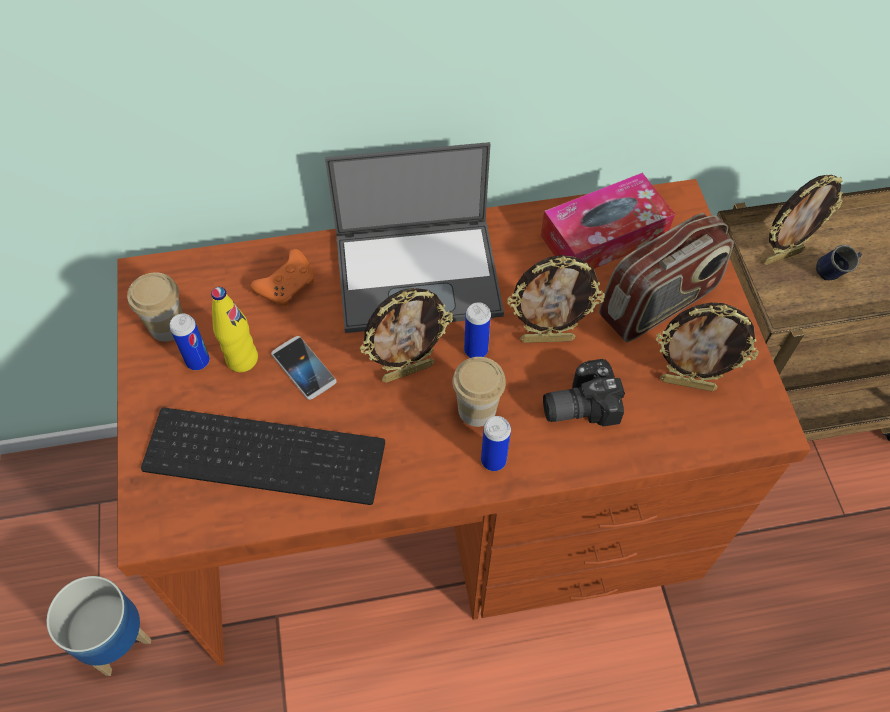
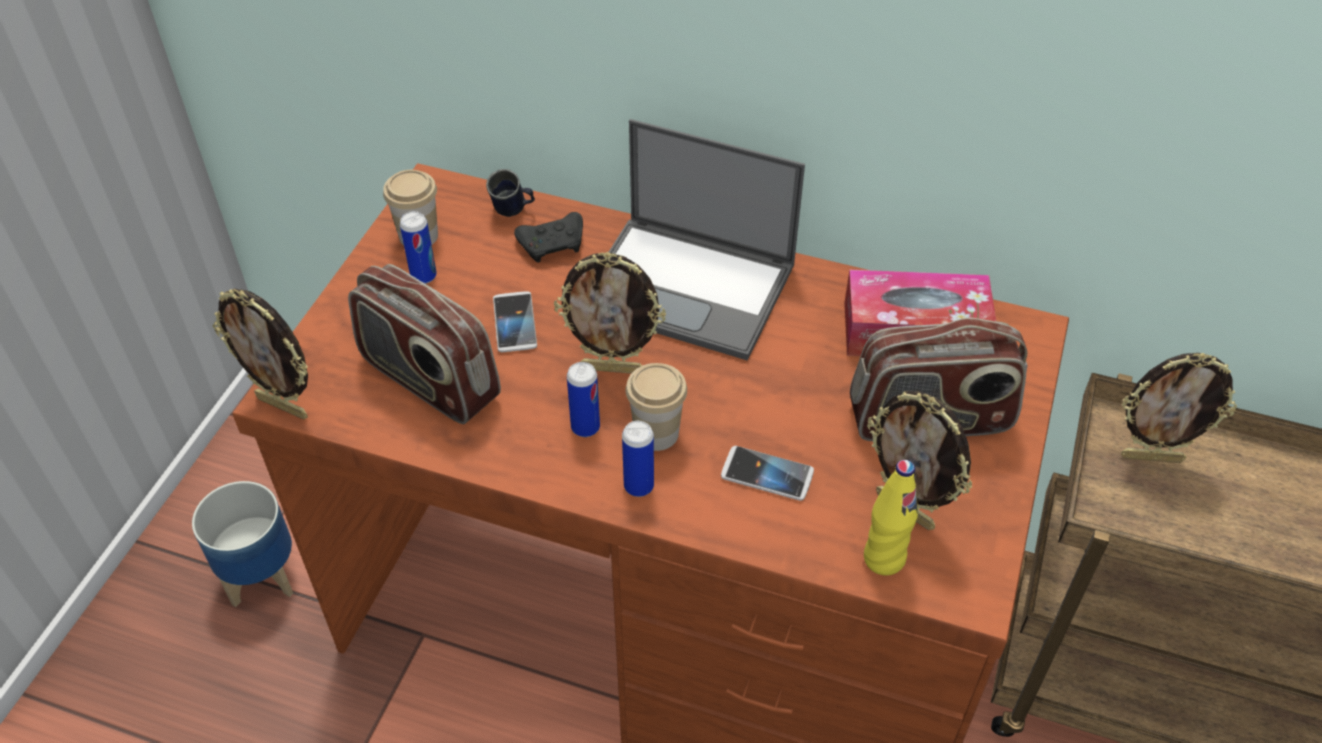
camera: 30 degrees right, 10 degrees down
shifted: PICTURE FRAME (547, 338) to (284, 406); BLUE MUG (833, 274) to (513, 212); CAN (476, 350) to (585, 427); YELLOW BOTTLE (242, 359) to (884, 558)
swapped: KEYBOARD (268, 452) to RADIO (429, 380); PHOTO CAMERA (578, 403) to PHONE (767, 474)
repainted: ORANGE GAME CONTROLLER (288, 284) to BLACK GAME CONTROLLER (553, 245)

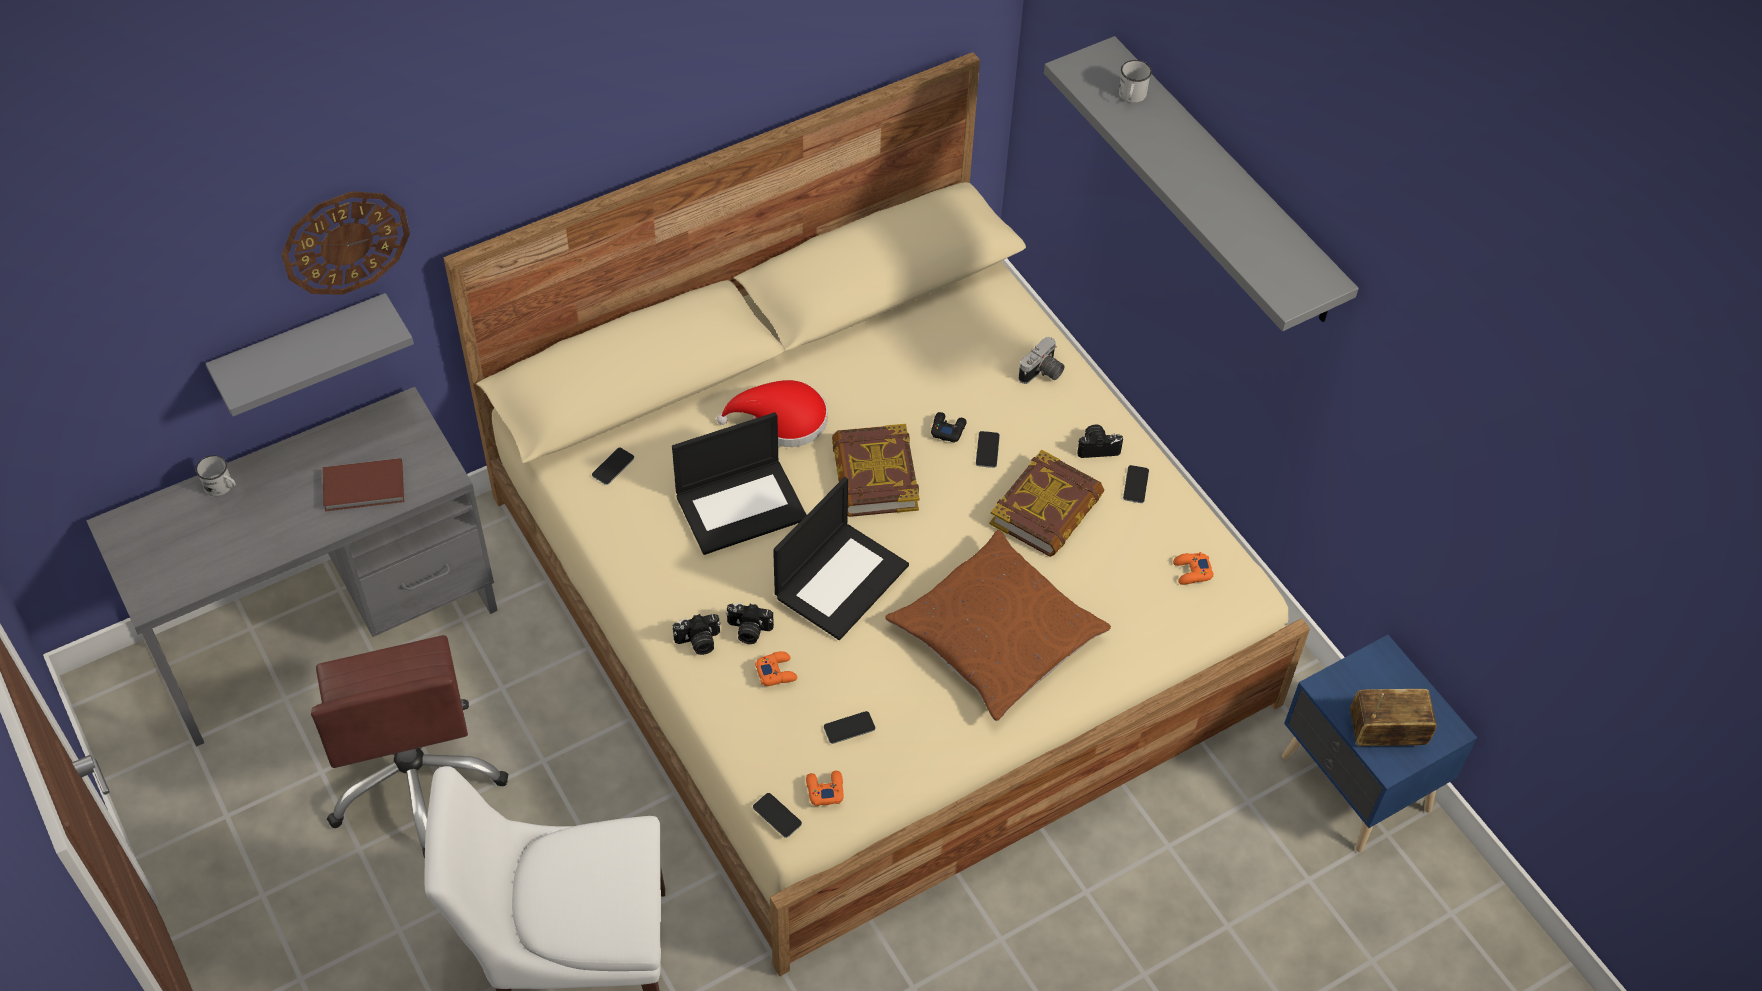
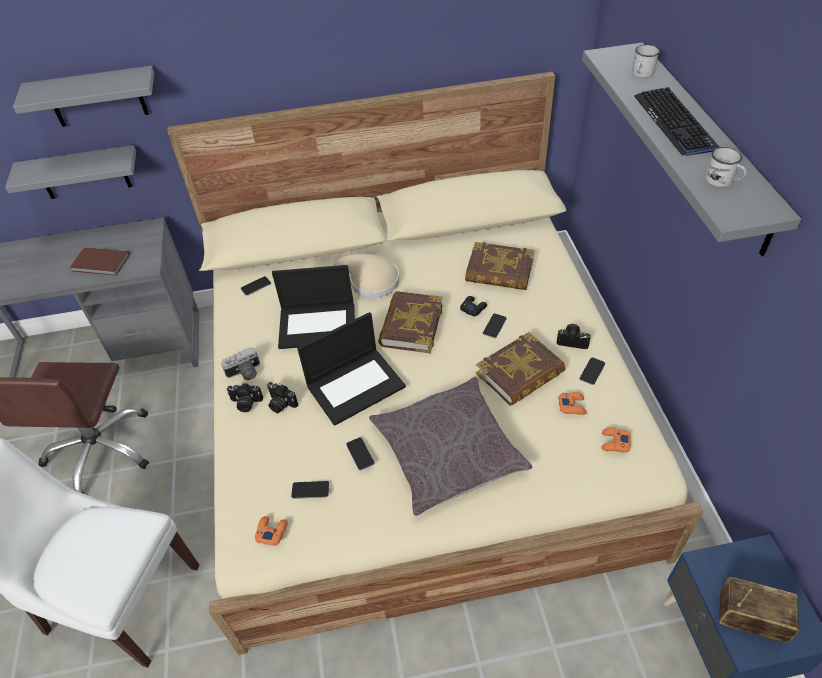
camera: 25 degrees right, 5 degrees down
new: BOOK (499, 271); KEYBOARD (674, 123)
shifted: PHOTO CAMERA (1042, 373) to (245, 373); PHONE (777, 815) to (360, 454); ORANGE GAME CONTROLLER (776, 672) to (572, 405); WHITE MUG (222, 487) to (723, 181)
swapped: WALL CLOCK (345, 242) to GREY SHELF (96, 97)
repainted: RED HAT (782, 420) to BEIGE HAT (370, 281); BROWN PILLOW (995, 636) to GREY PILLOW (447, 452)

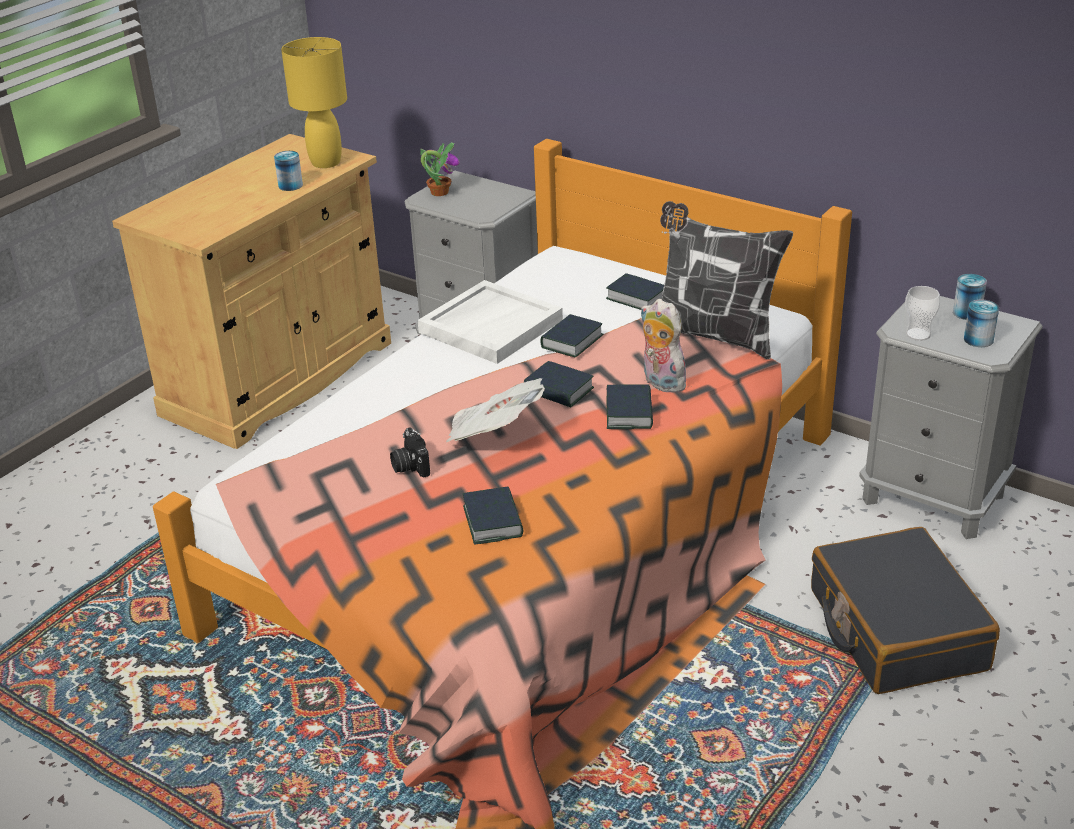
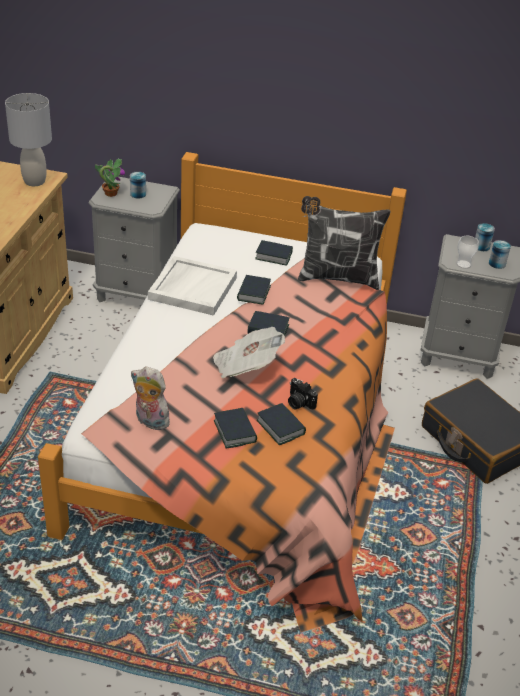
camera: 25 degrees left, 5 degrees up
shifted: CAN (290, 185) to (138, 194); PLUSH TOY (660, 383) to (150, 421); BOOK (629, 413) to (235, 431); PHOTO CAMERA (409, 466) to (298, 403)
repainted: YELLOW TABLE LAMP (325, 163) to GREY TABLE LAMP (34, 181)

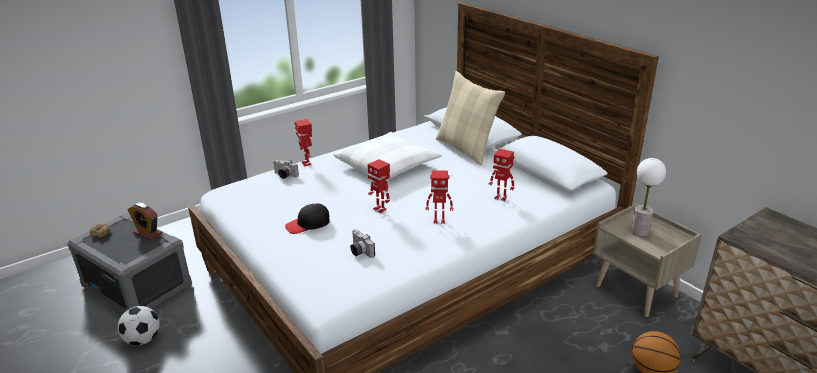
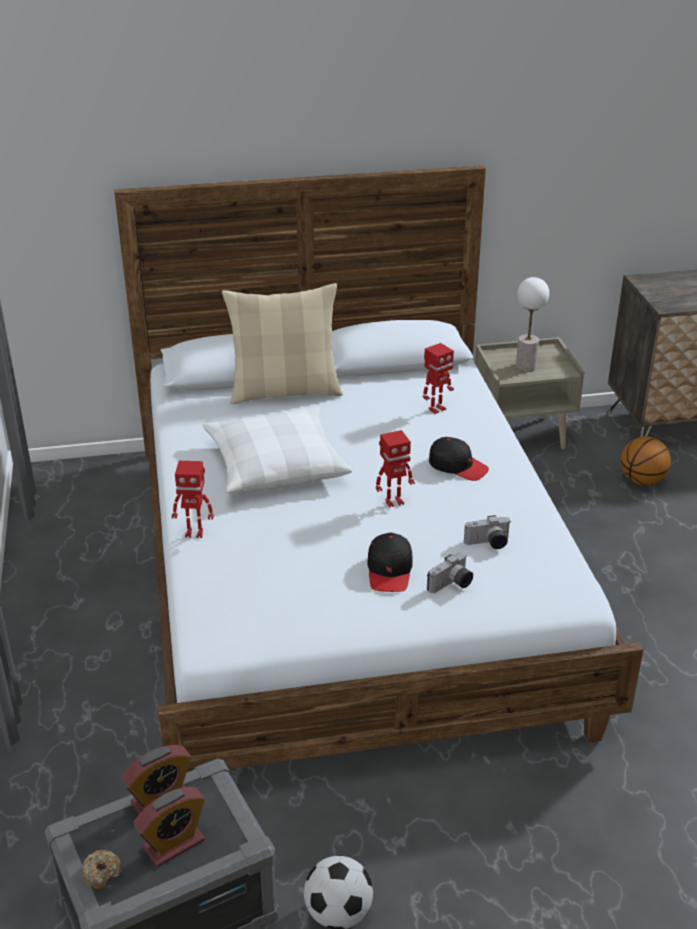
camera: 65 degrees left, 5 degrees up
new: ALARM CLOCK (174, 844)
shifted: PHOTO CAMERA (284, 176) to (452, 585)
swapped: TOY ROBOT (439, 220) to BLACK CAP (457, 466)

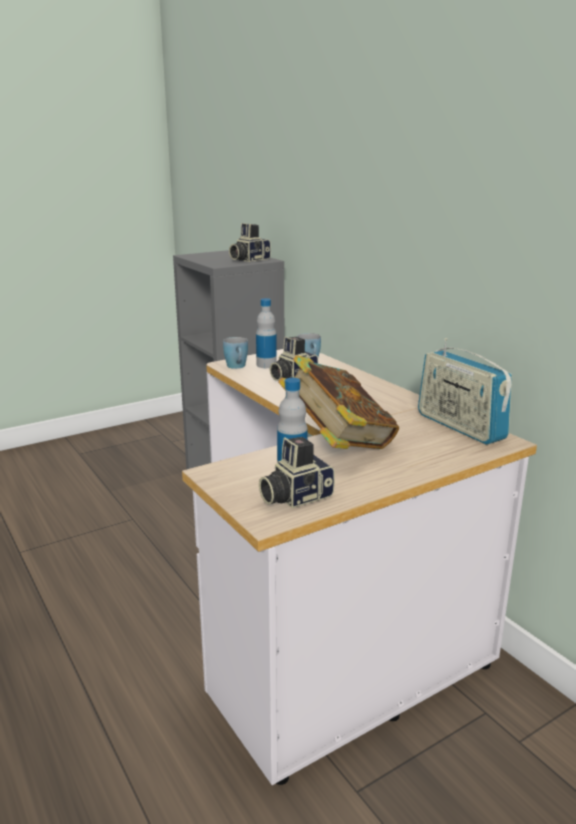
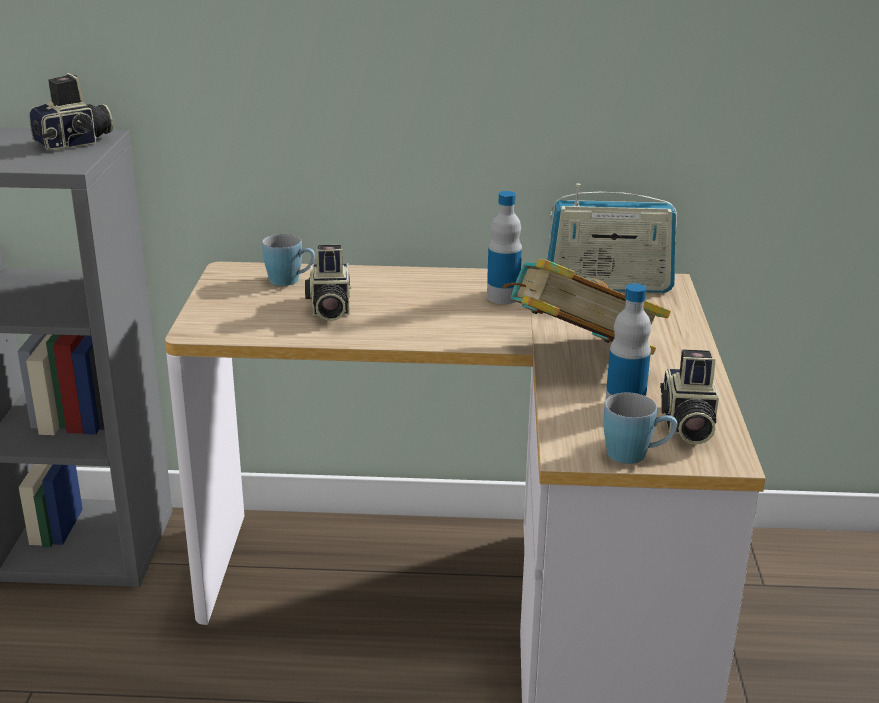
camera: 55 degrees left, 5 degrees up
shifted: BOTTLE (266, 365) to (503, 297); BLUE MUG (237, 367) to (636, 455)
rotated: PHOTO CAMERA (248, 260) = (75, 143) 120 degrees counterclockwise

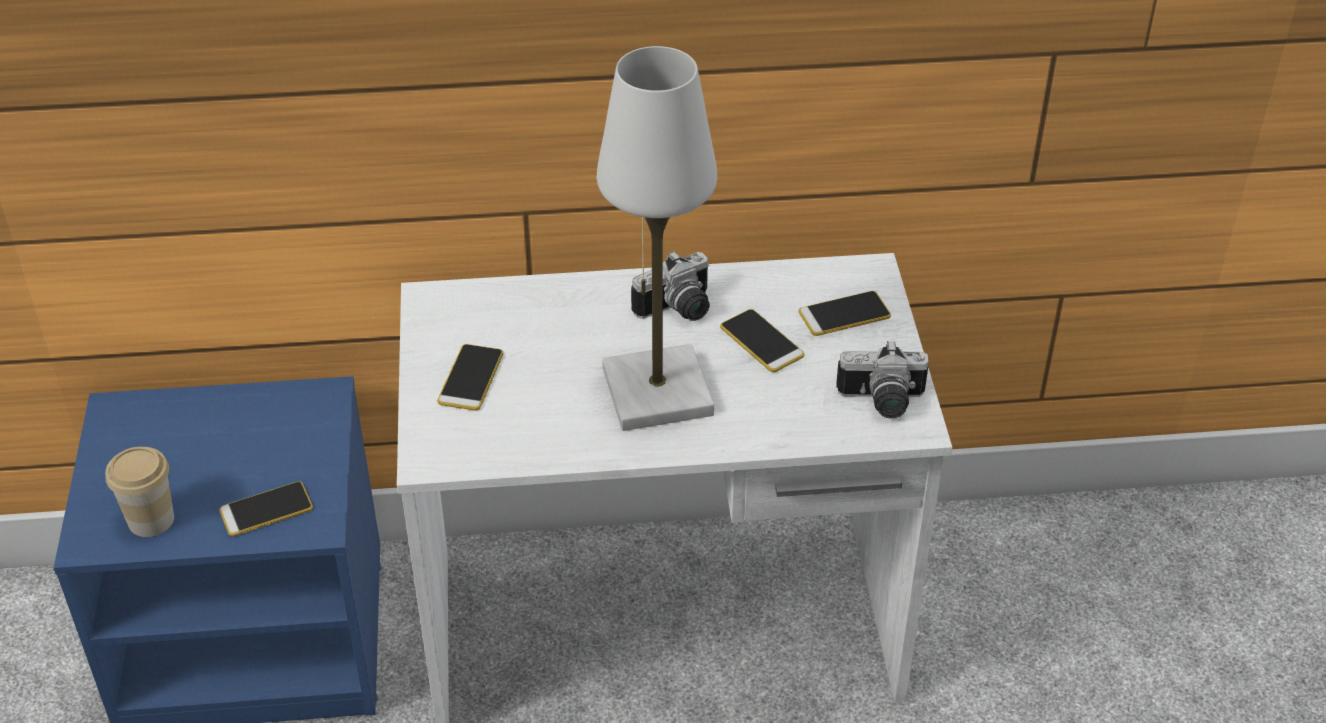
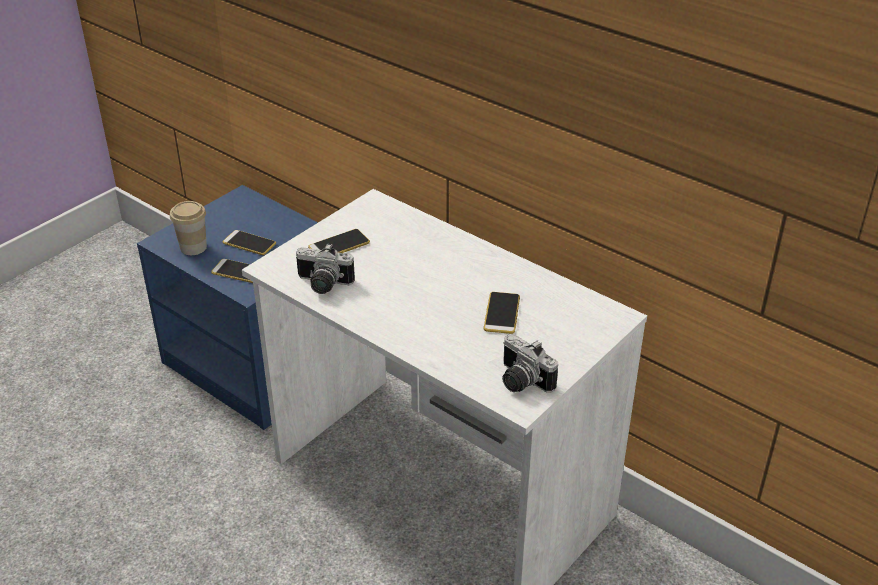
camera: 45 degrees right, 5 degrees down
gone: WHITE TABLE LAMP (657, 392)
shifted: PHONE (844, 314) to (249, 243); PHOTO CAMERA (678, 310) to (322, 285)

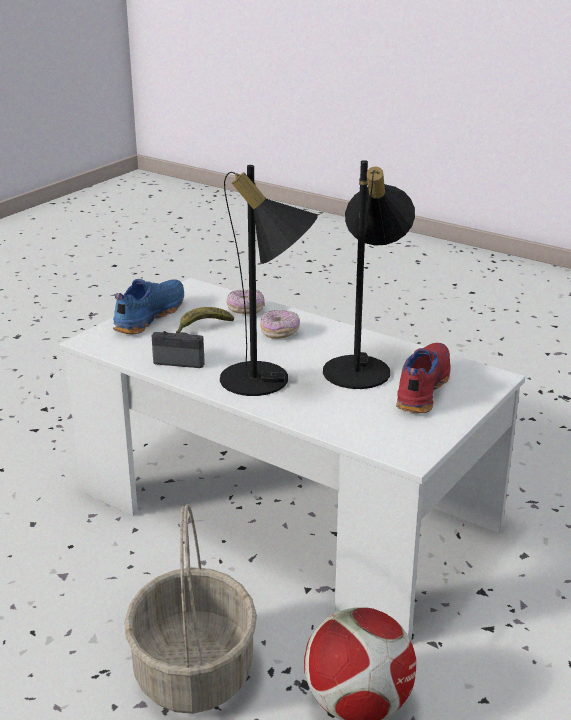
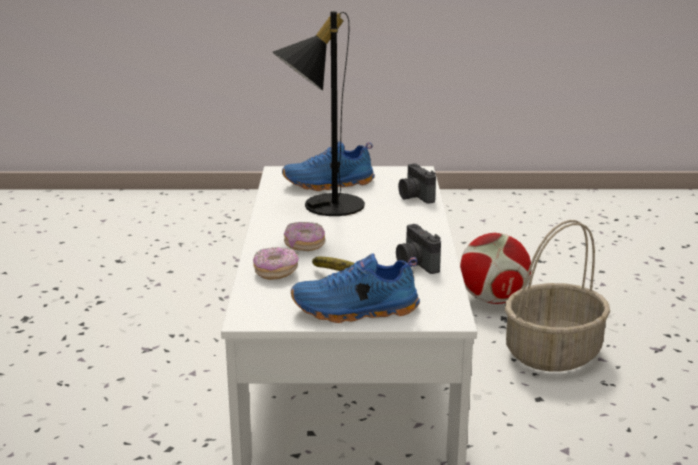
camera: 125 degrees left, 5 degrees down
gone: BLACK TABLE LAMP (266, 382)
new: PHOTO CAMERA (414, 197)
repainted: RED SHOE (420, 388) to BLUE SHOE (329, 184)

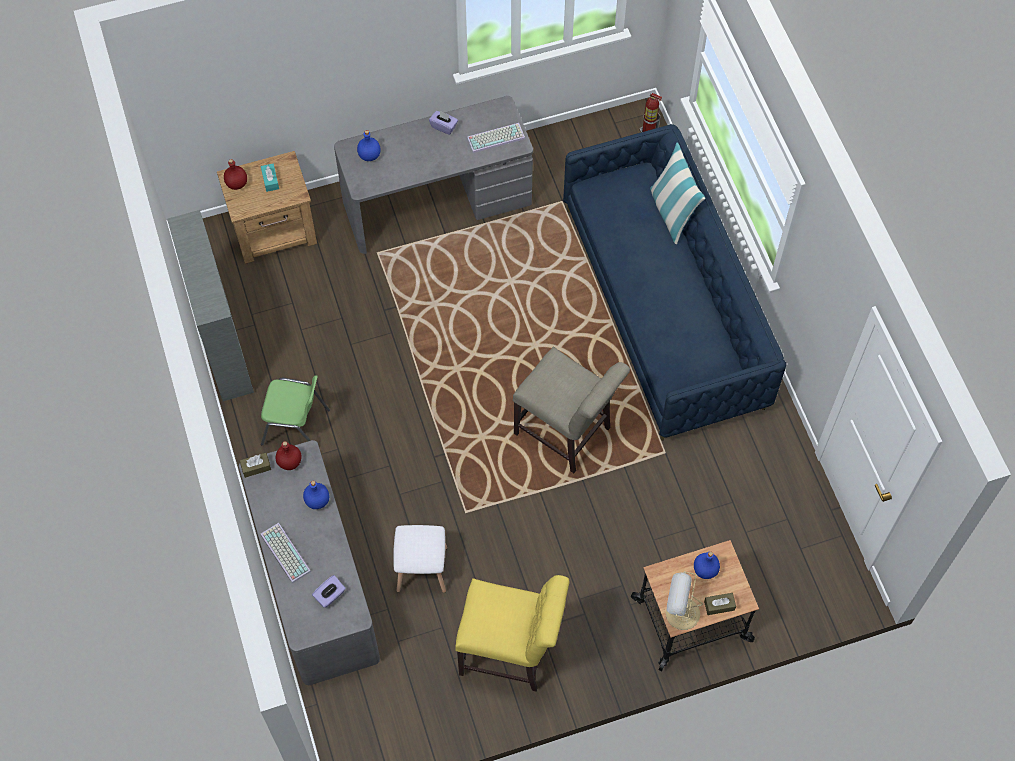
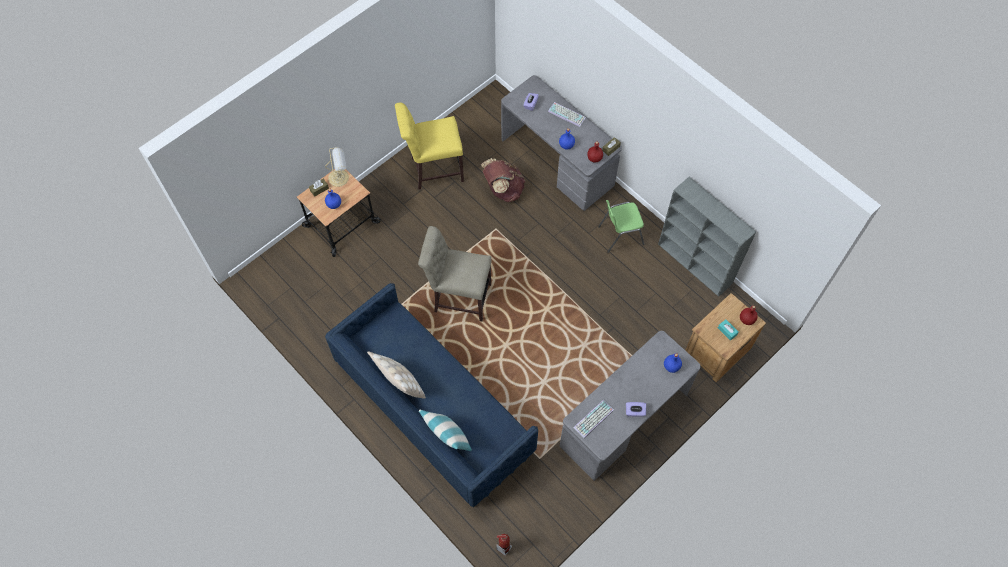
camera: 155 degrees right, 0 degrees up
new: BEIGE PILLOW (400, 383)
swapped: WHITE STOOL (422, 570) to BROWN BACKPACK (503, 190)

